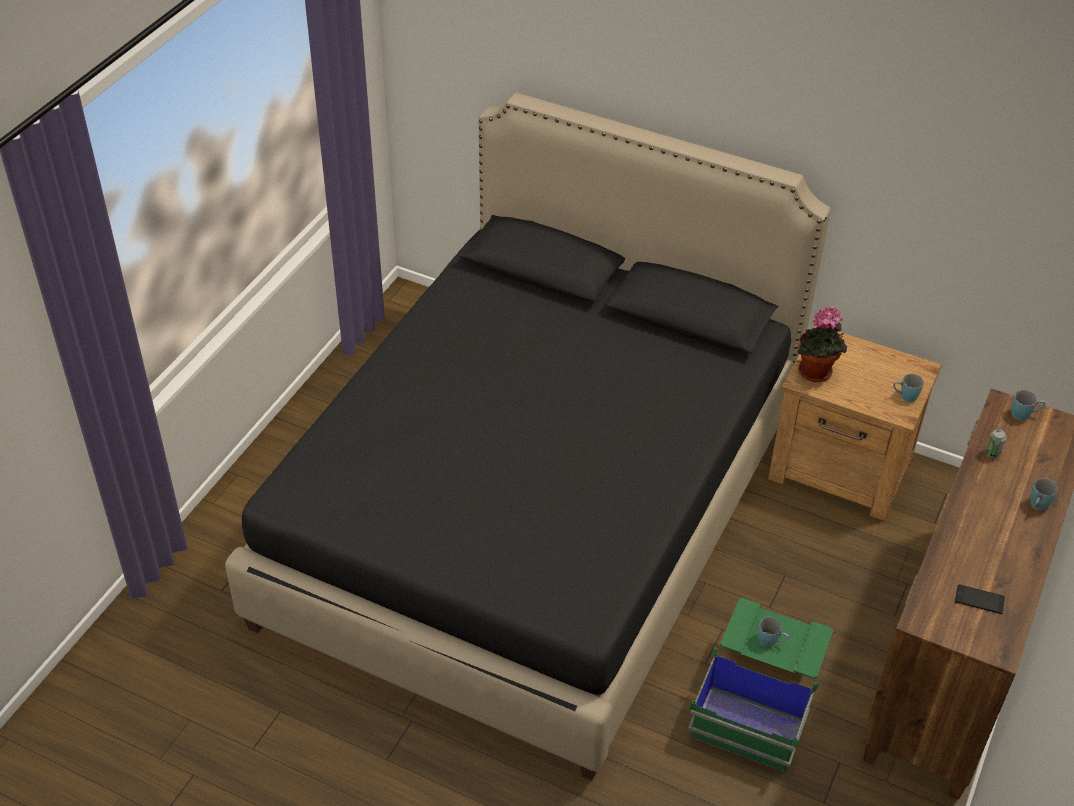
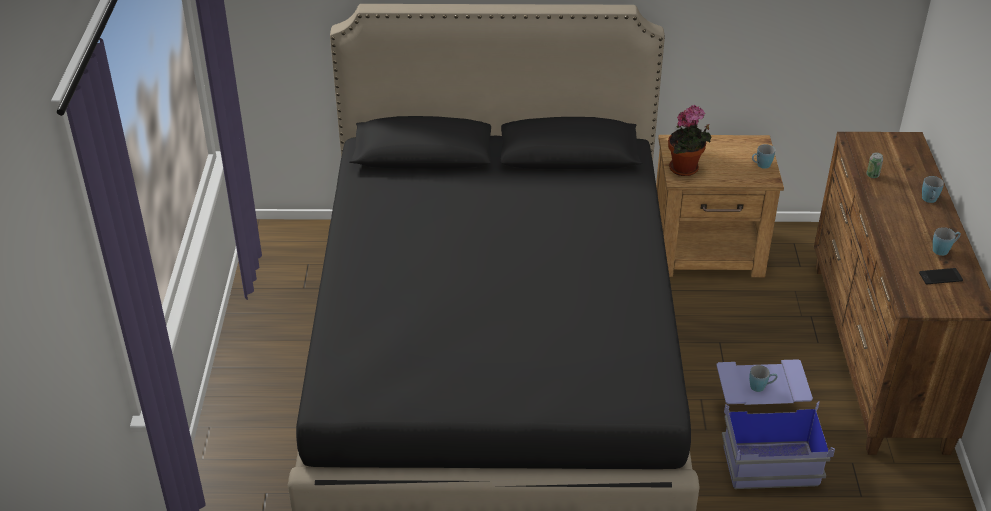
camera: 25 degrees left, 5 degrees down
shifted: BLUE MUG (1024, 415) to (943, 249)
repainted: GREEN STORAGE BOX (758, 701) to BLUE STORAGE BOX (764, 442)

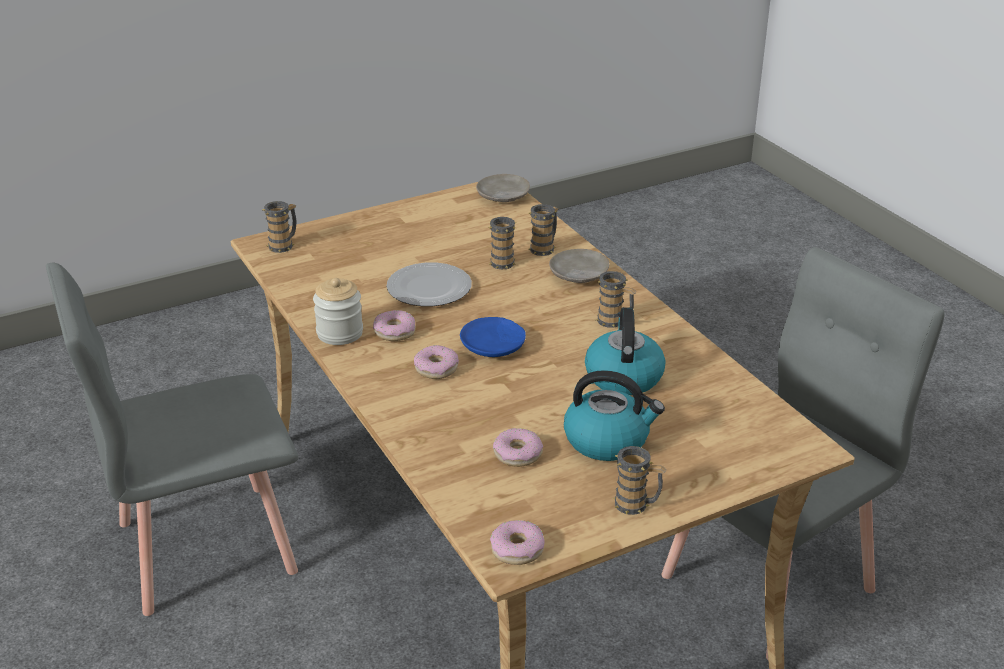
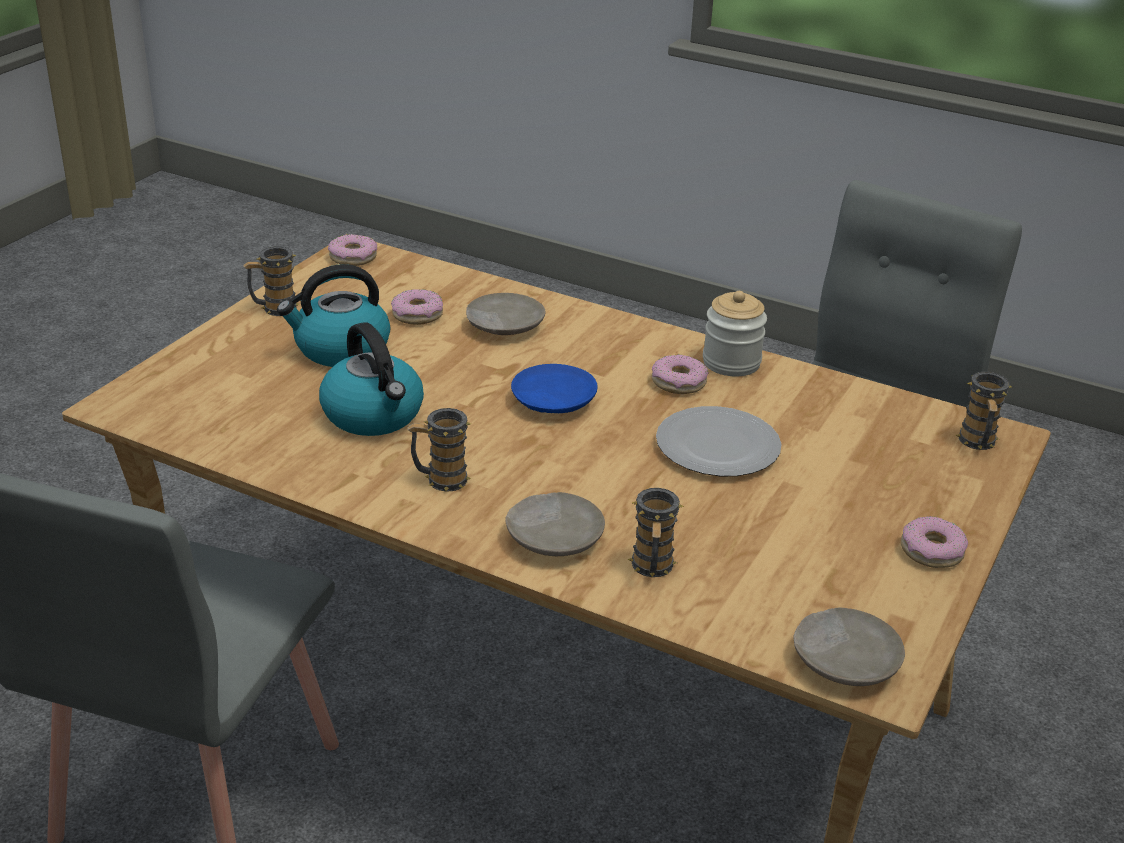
camera: 145 degrees right, 0 degrees up
gone: MUG (500, 261)
new: BEIGE PLATE (504, 325)
shifted: DONUT (436, 368) to (931, 551)

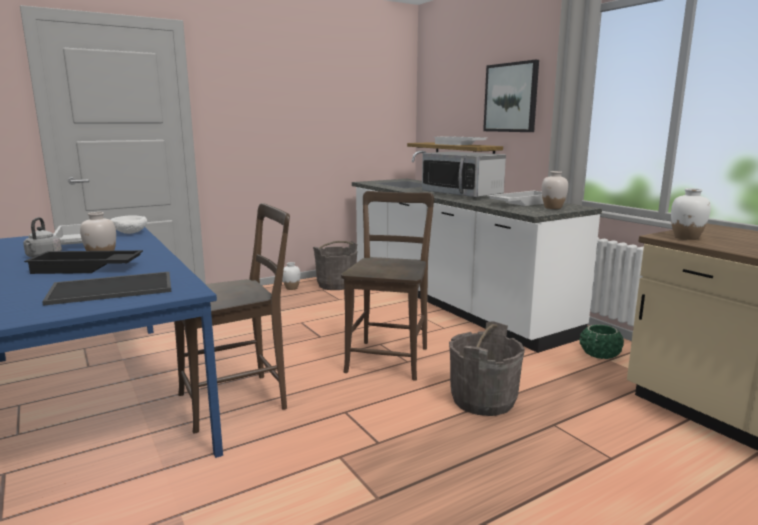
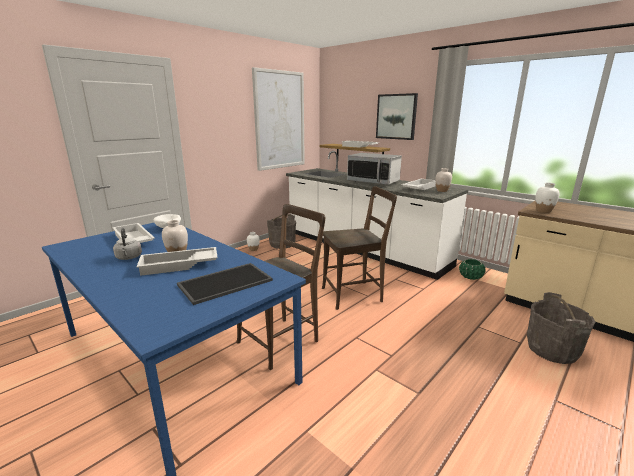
camera: 15 degrees left, 5 degrees up
new: PICTURE (279, 120)
shifted: GREY BUCKET (483, 400) to (552, 350)
repainted: BLACK TRAY (86, 268) to WHITE TRAY (179, 265)
rotated: BROWN CHAIR (389, 357) = (355, 294) 75 degrees clockwise

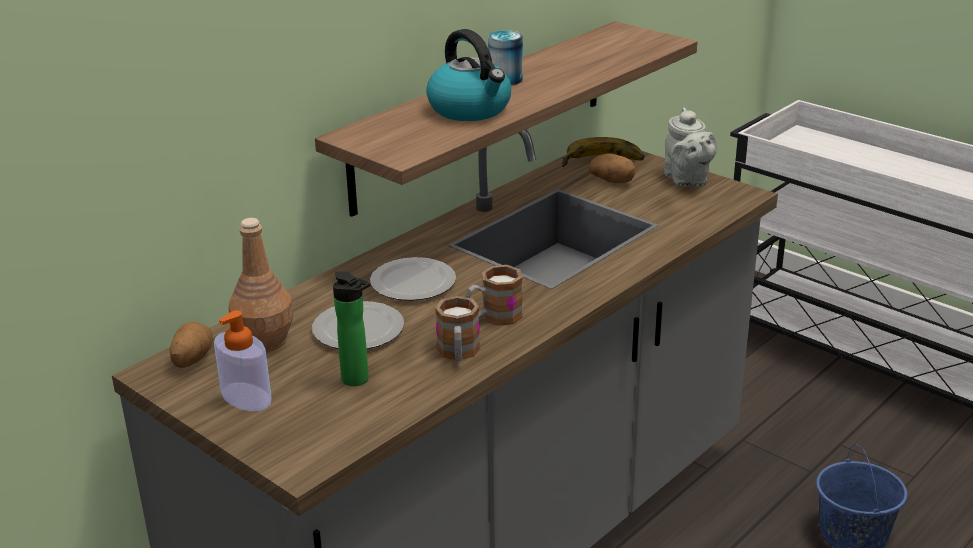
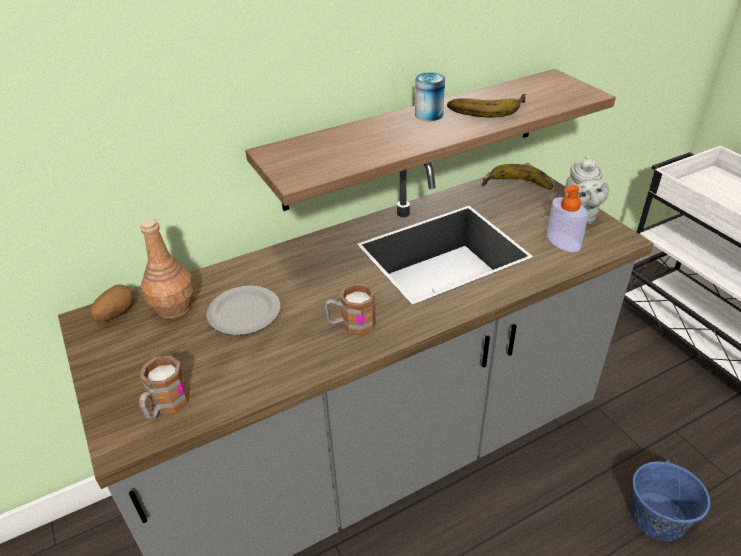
camera: 20 degrees right, 10 degrees up
gone: BOTTLE (358, 380); PLATE (414, 282); KETTLE (471, 109); POTATO (612, 181)
new: BANANA (485, 108)
shifted: MUG (458, 353) to (165, 405); SOAP DISPENSER (246, 397) to (563, 241)

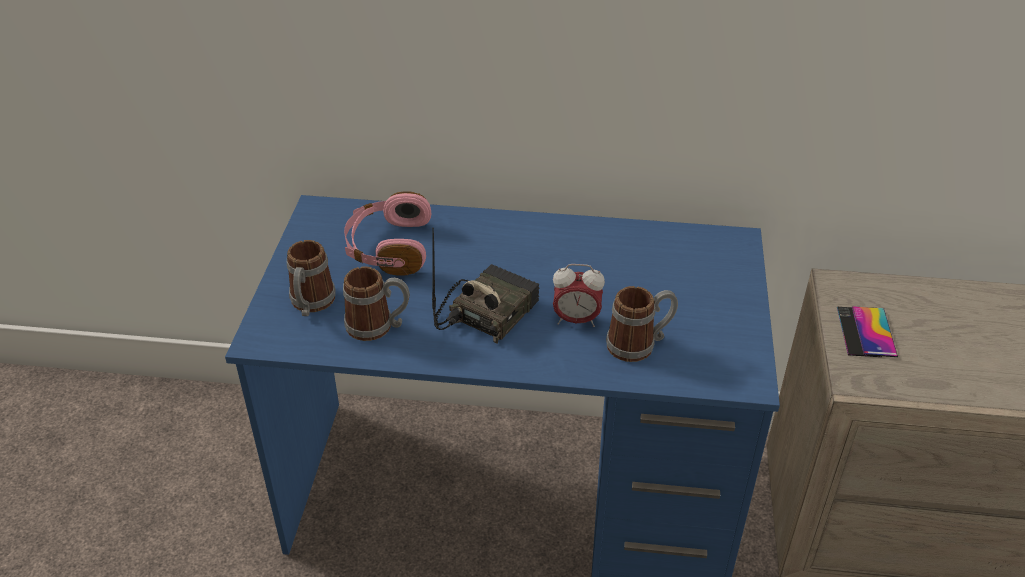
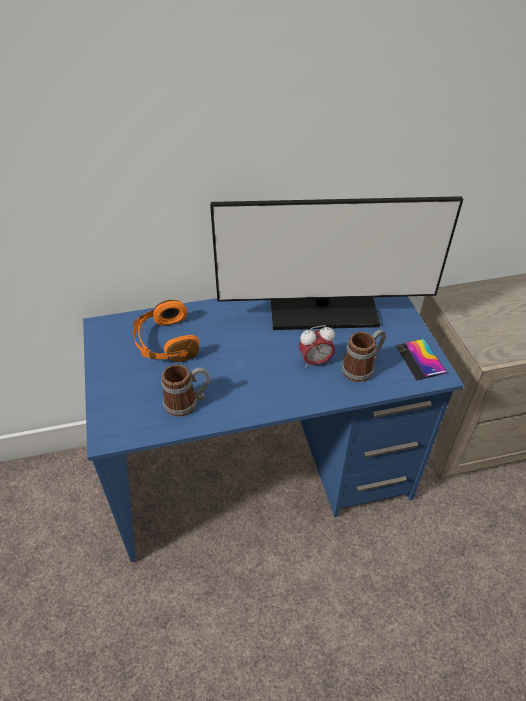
camera: 20 degrees left, 5 degrees up
gone: MUG (311, 304); RADIO (486, 312)
new: MONITOR (323, 312)
shifted: PHONE (866, 332) to (420, 359)
repainted: PINK HEADPHONES (388, 248) to ORANGE HEADPHONES (165, 343)

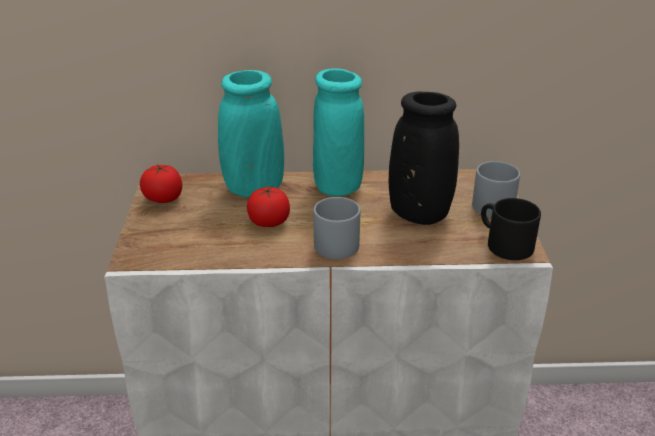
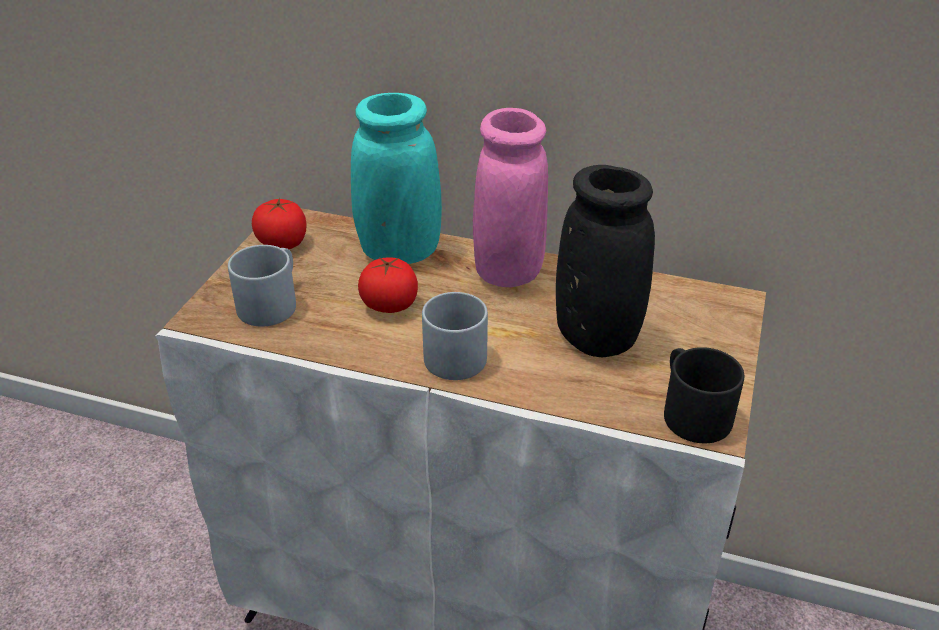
camera: 20 degrees right, 5 degrees up
shifted: GREY MUG (491, 202) to (271, 302)
repainted: TURQUOISE VASE (337, 186) to PINK VASE (509, 271)

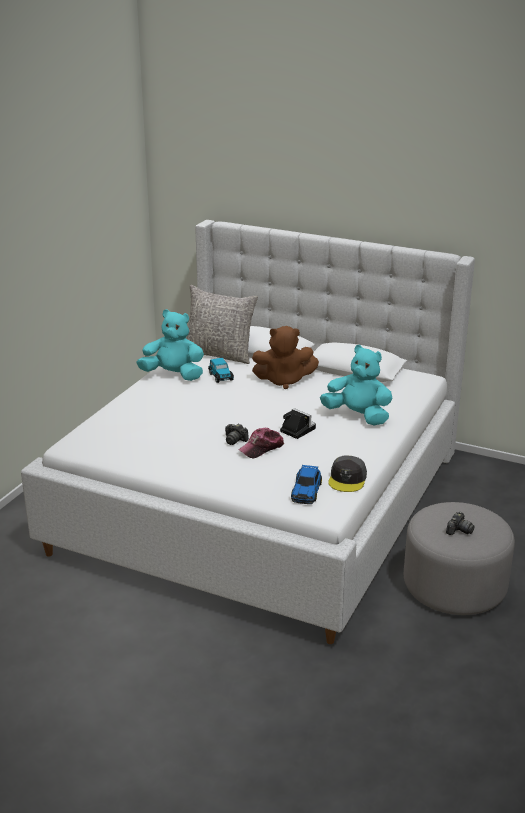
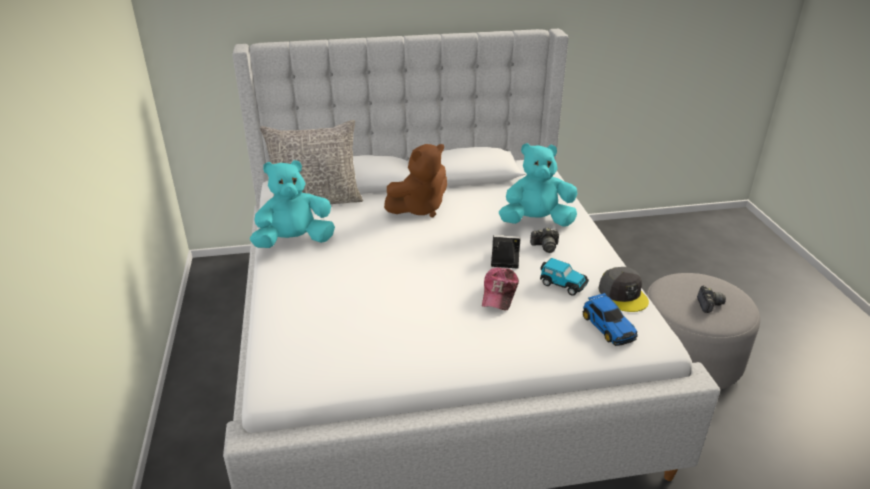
camera: 35 degrees left, 5 degrees up
shifted: PHOTO CAMERA (235, 440) to (545, 246); TOY CAR (220, 376) to (562, 284)

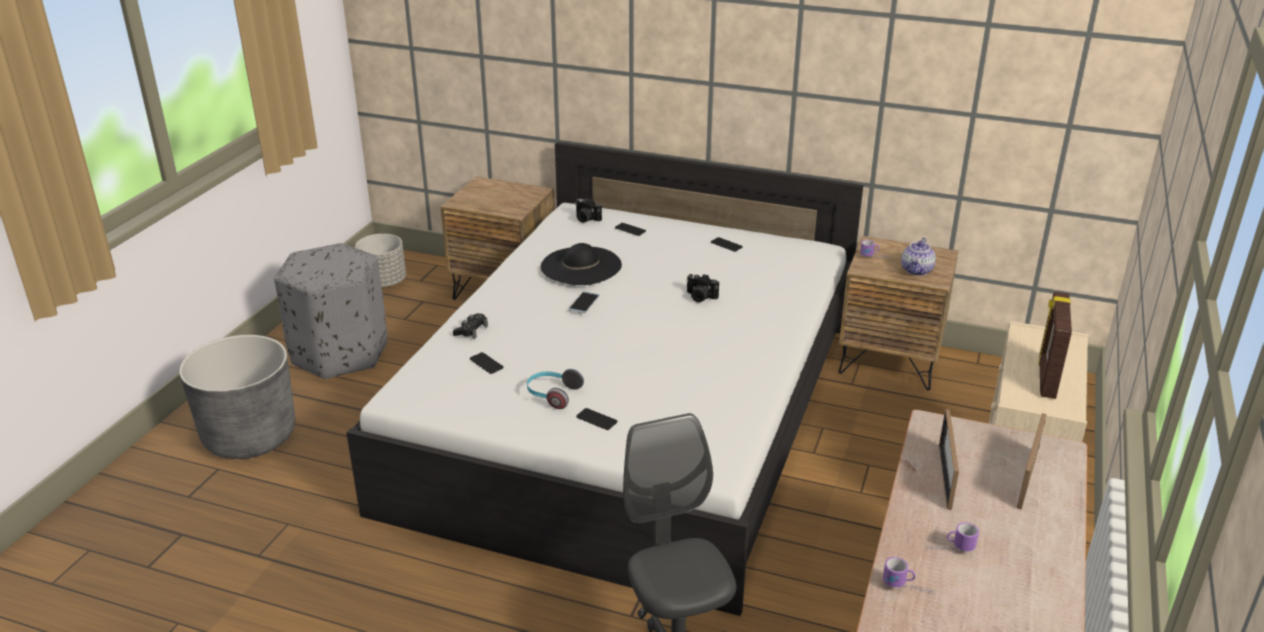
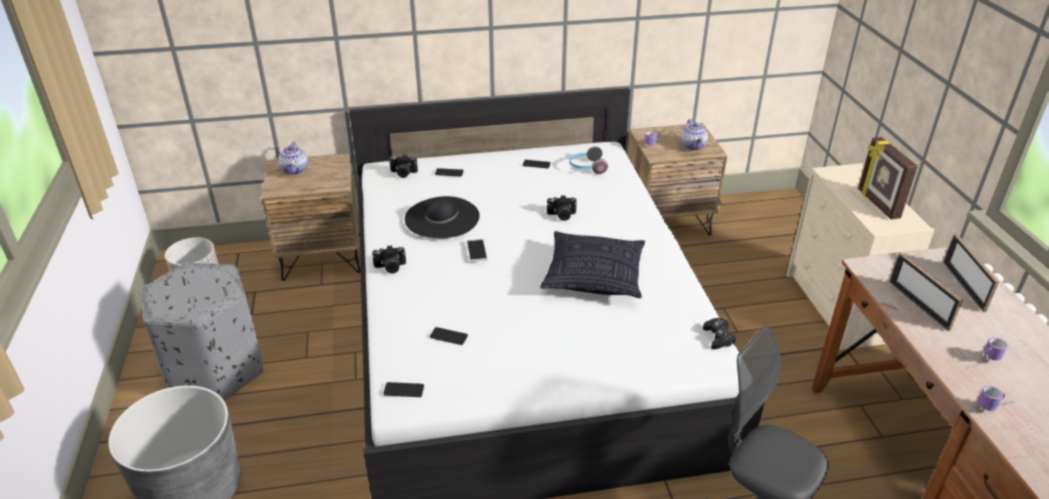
camera: 30 degrees left, 5 degrees up
new: TEAPOT (295, 170); PHOTO CAMERA (390, 267); PILLOW (594, 277)
shifted: PHONE (596, 419) to (403, 390); HEADPHONES (552, 395) to (587, 167); BLACK GAME CONTROLLER (471, 330) to (718, 337)

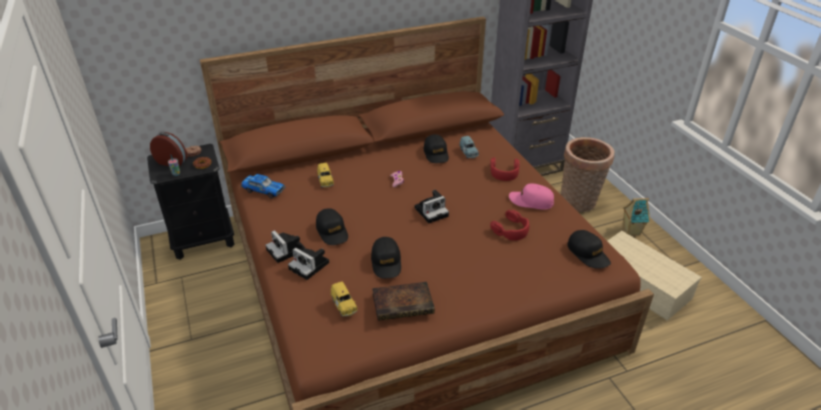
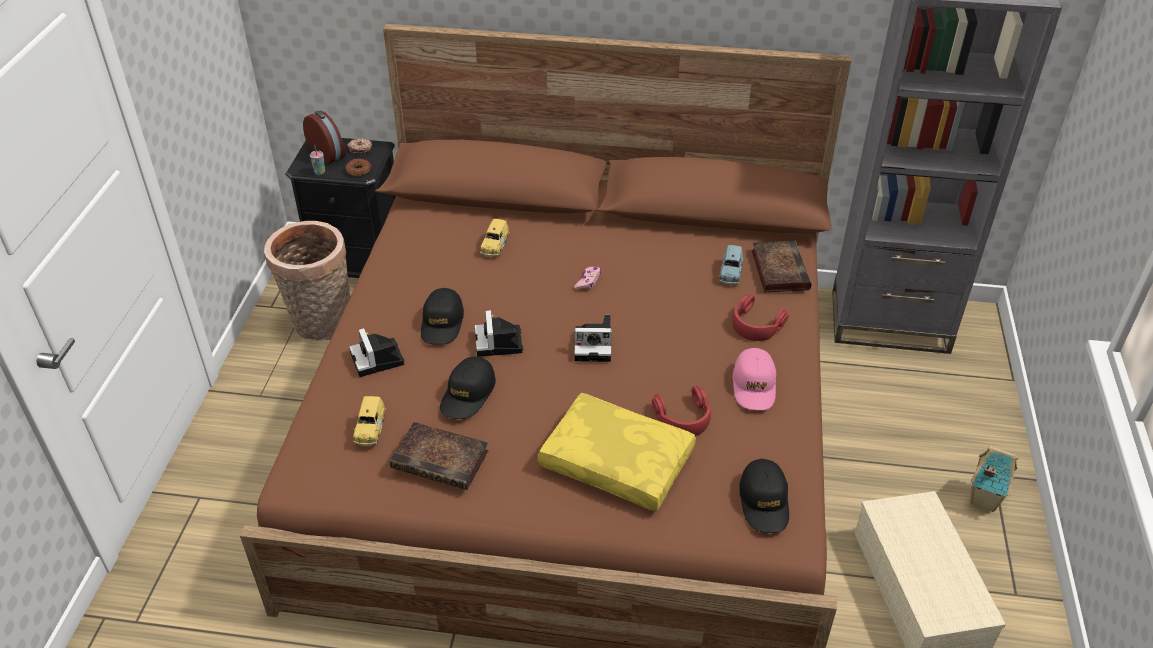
camera: 30 degrees right, 5 degrees up
gone: TOY CAR (263, 190); BLACK CAP (436, 154)
new: YELLOW PILLOW (618, 461); BOOK (778, 269)
shifted: BASKET (579, 203) to (321, 325); PHOTO CAMERA (287, 250) to (499, 344)
rotated: PINK CAP (531, 201) = (754, 386) 135 degrees counterclockwise

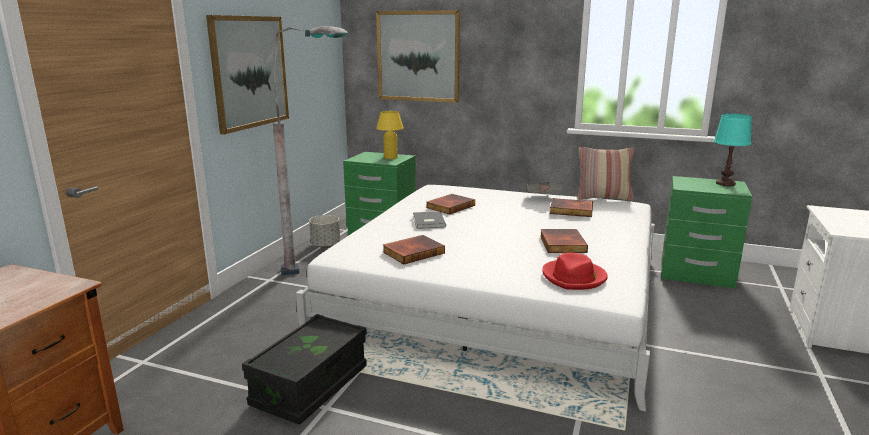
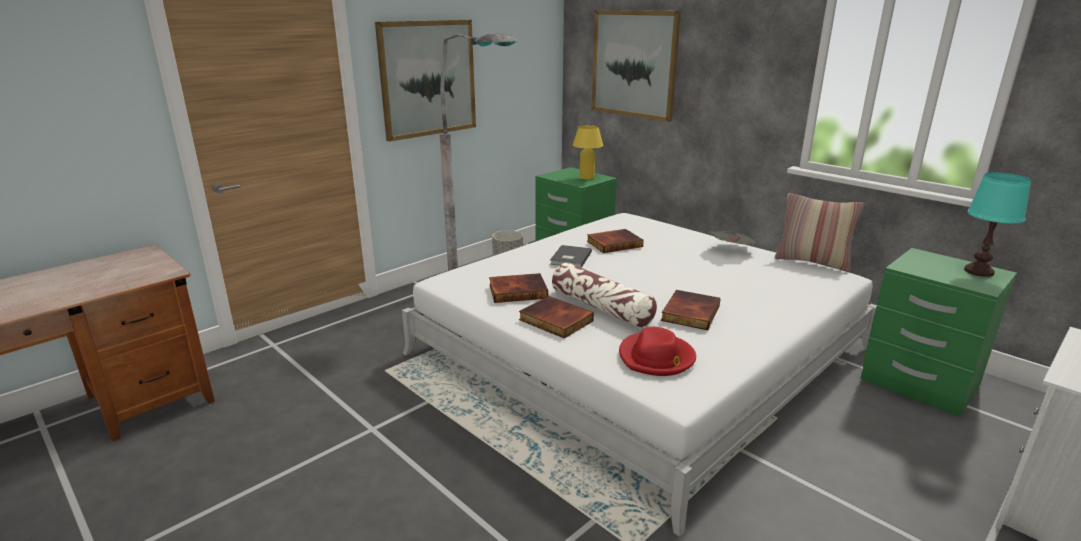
camera: 25 degrees right, 5 degrees up
gone: BLACK STORAGE BOX (310, 386)
new: PILLOW (601, 307)
shifted: BOOK (571, 210) to (554, 320)

